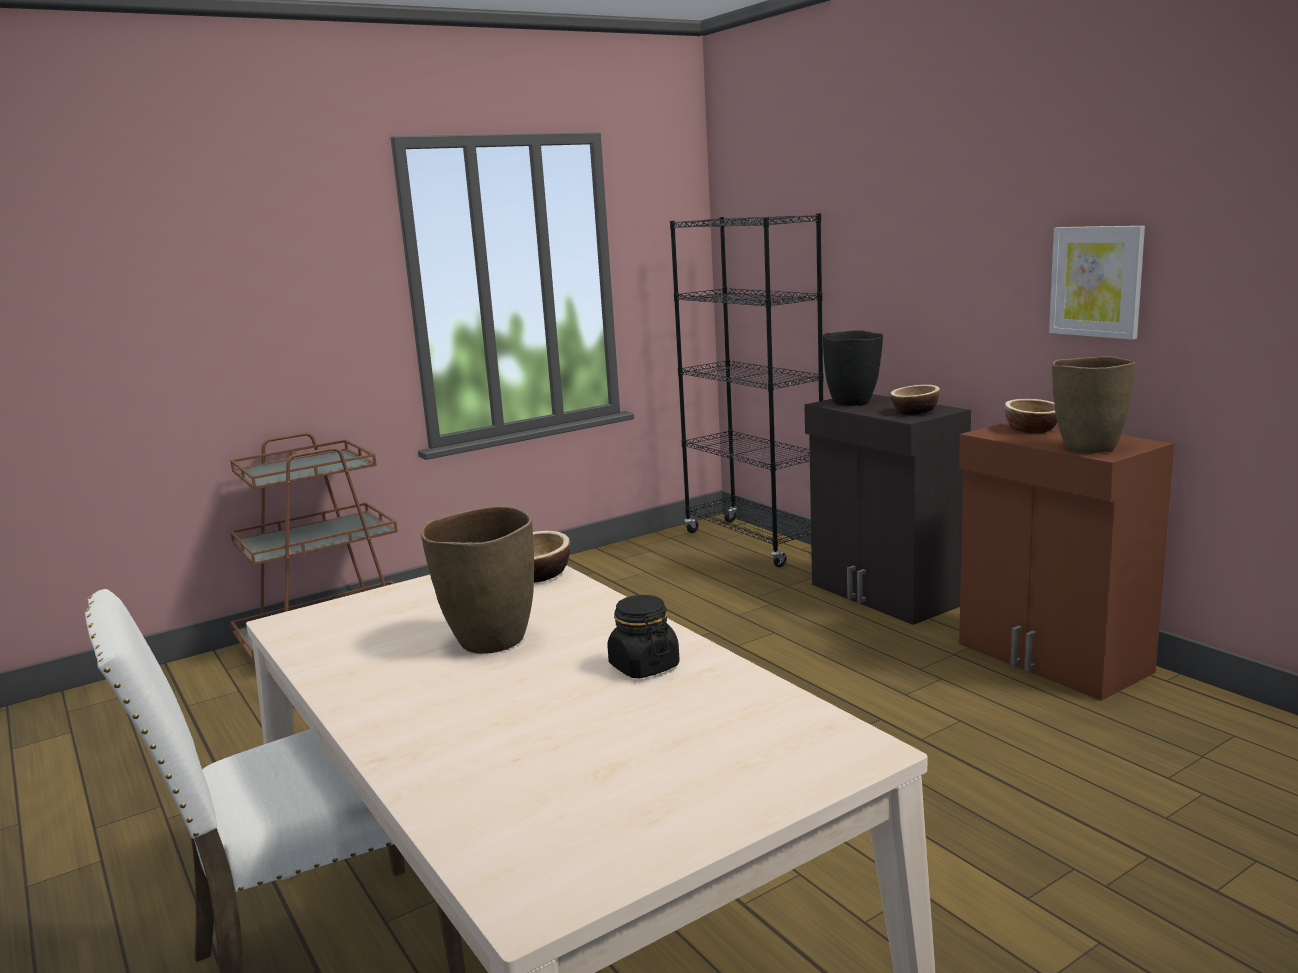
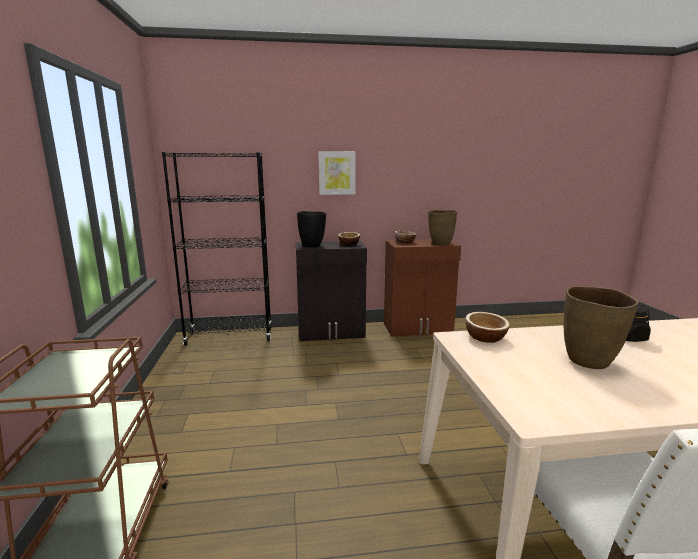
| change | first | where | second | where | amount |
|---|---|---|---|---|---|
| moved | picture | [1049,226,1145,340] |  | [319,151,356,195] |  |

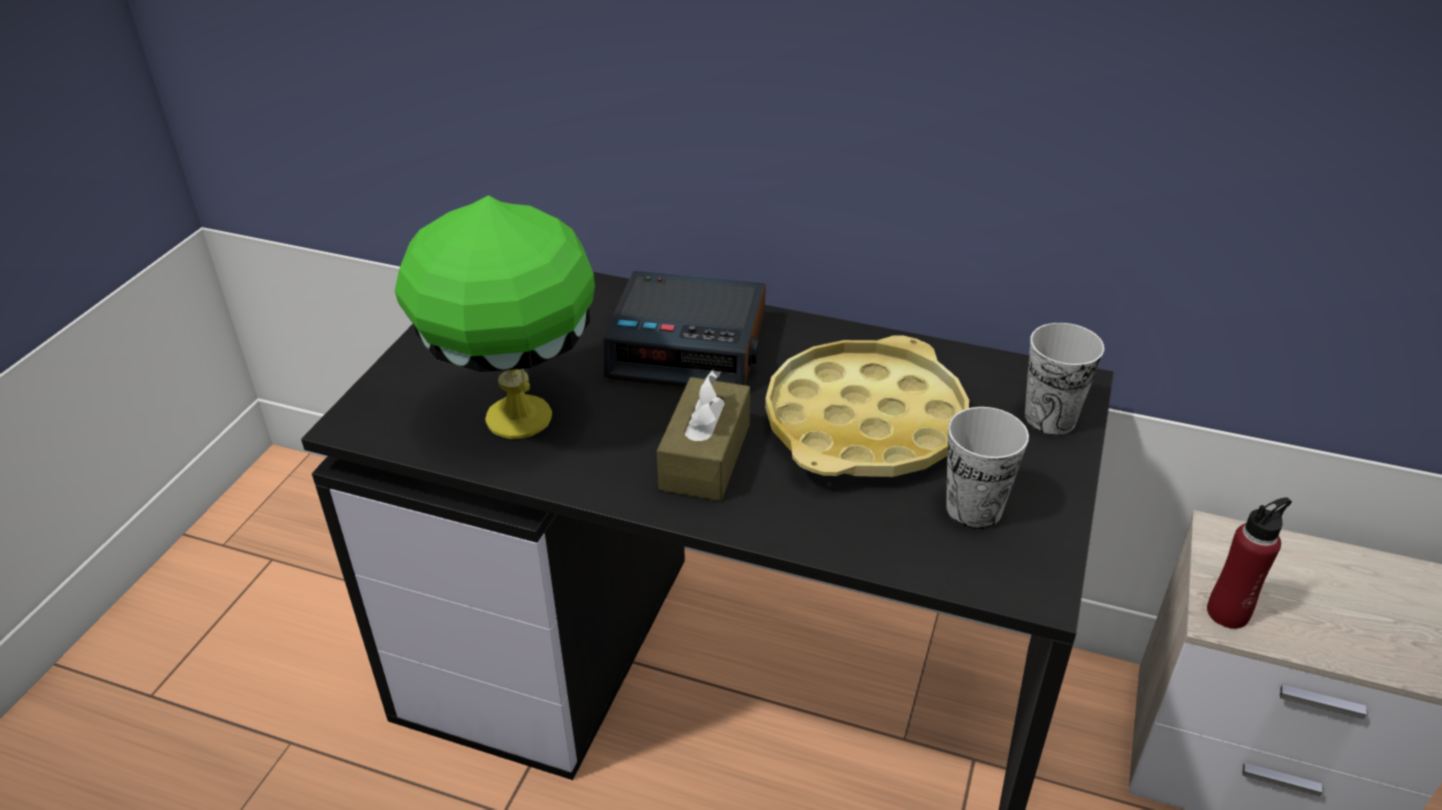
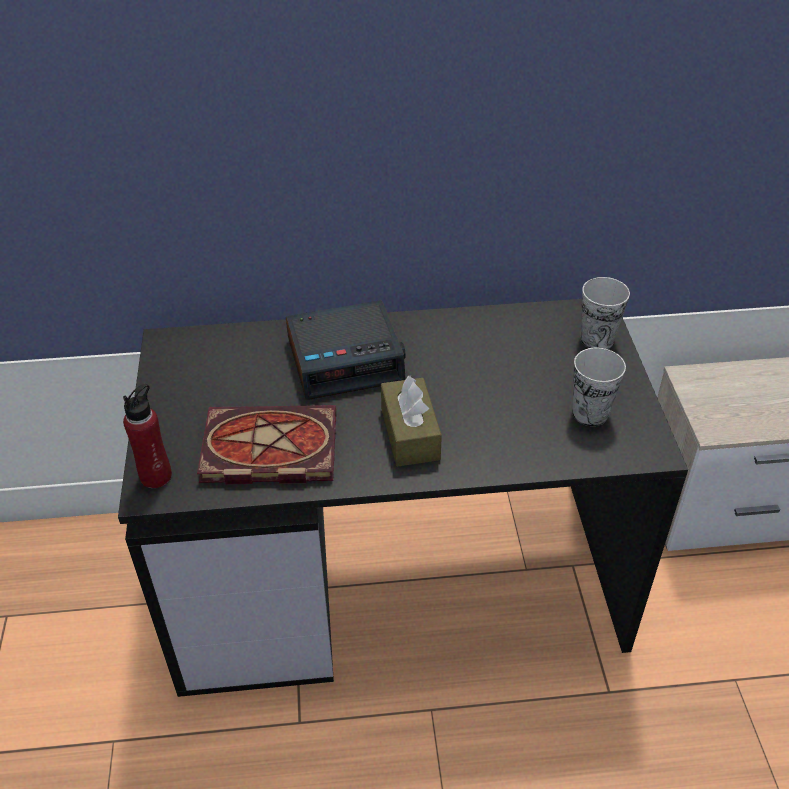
| change | first | where | second | where | amount |
|---|---|---|---|---|---|
| replaced | green table lamp | [395,195,595,439] | book | [197,405,336,484] |  |
| removed | yellow tray | [765,335,969,477] |  |  |  |
| moved | red bottle | [1207,497,1292,629] |  | [123,384,172,488] |  |

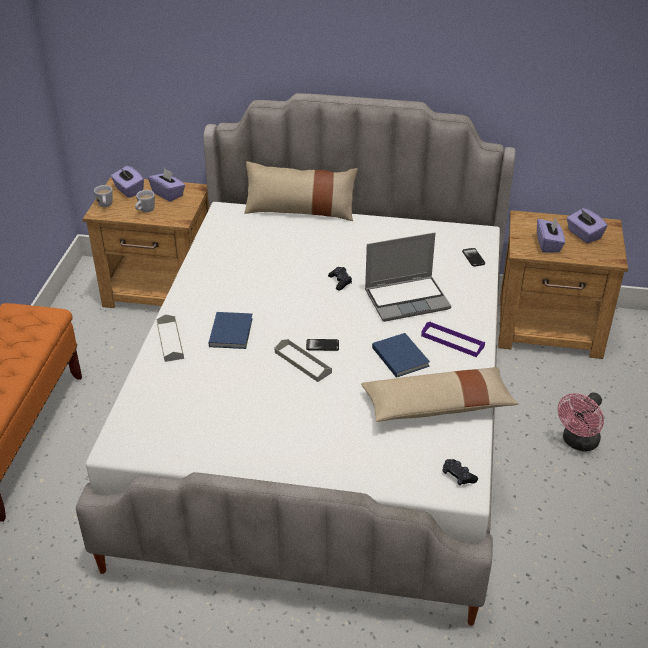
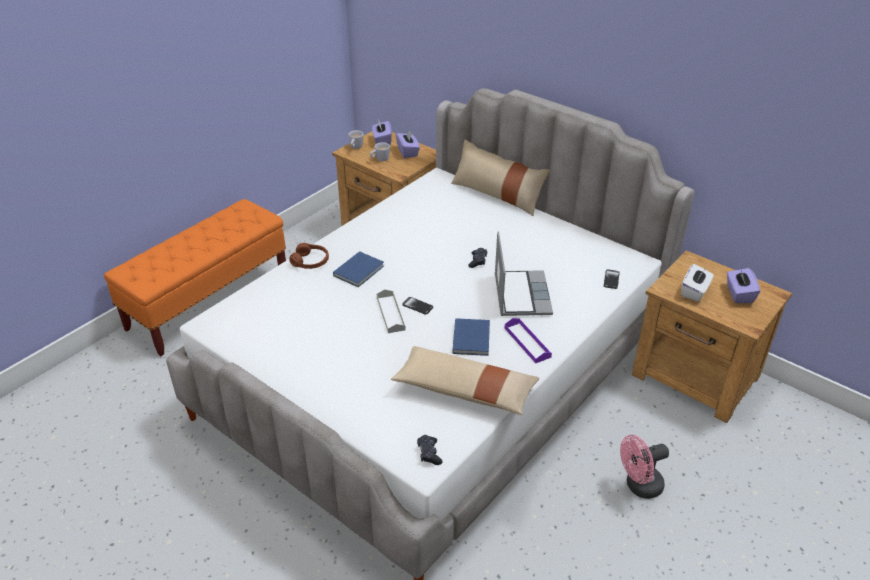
| change | first | where | second | where | amount |
|---|---|---|---|---|---|
| recoloured | purple tissue box | [537,218,565,253] | white tissue box | [681,264,714,302] |  |
| turned | laptop | [365,232,451,322] |  | [495,231,553,316] | 105 degrees counterclockwise |
| replaced | grey tray | [157,314,184,362] | brown headphones | [289,243,329,269] |  |

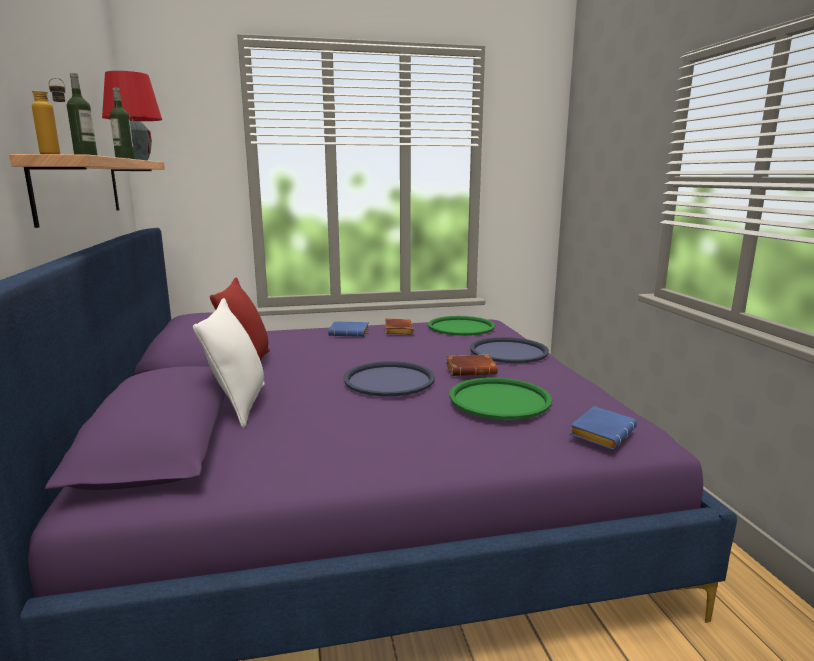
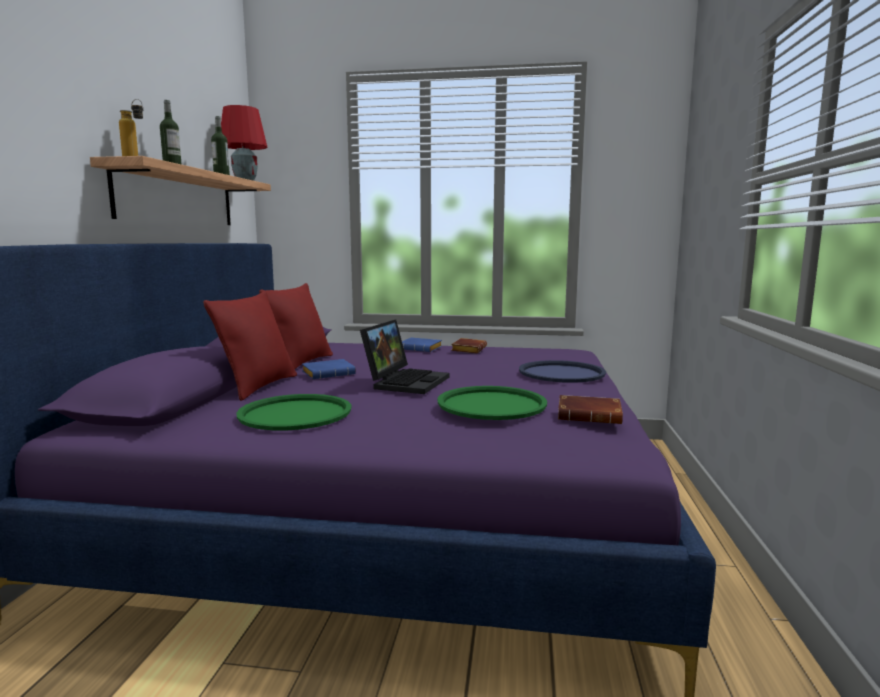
| change | first | where | second | where | amount |
|---|---|---|---|---|---|
| recoloured | white pillow | [193,298,265,428] | red pillow | [203,291,297,401] |  |
| moved | green tray | [428,316,495,336] |  | [236,394,351,430] |  |
| moved | brown book | [446,355,498,376] |  | [558,395,623,424] |  |
| replaced | blue tray | [343,361,435,397] | laptop | [360,320,450,394] |  |
| moved | blue book | [569,406,637,450] |  | [302,359,356,379] |  |

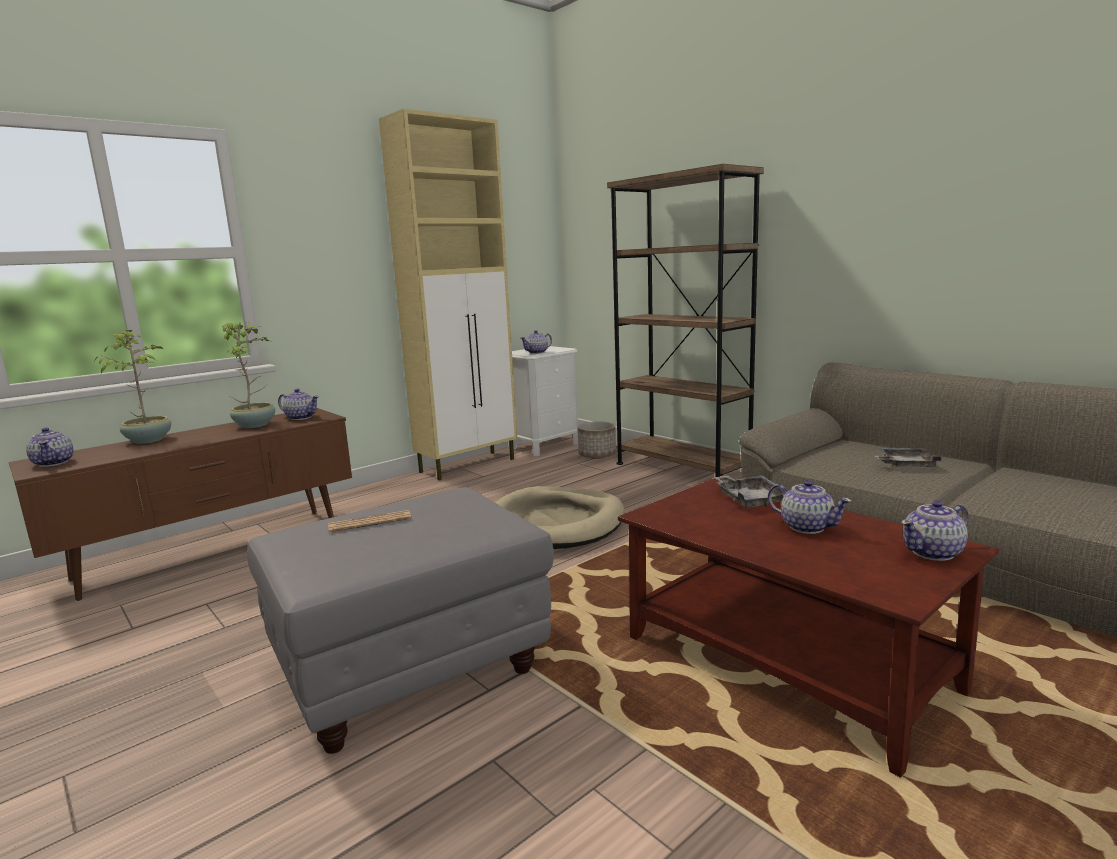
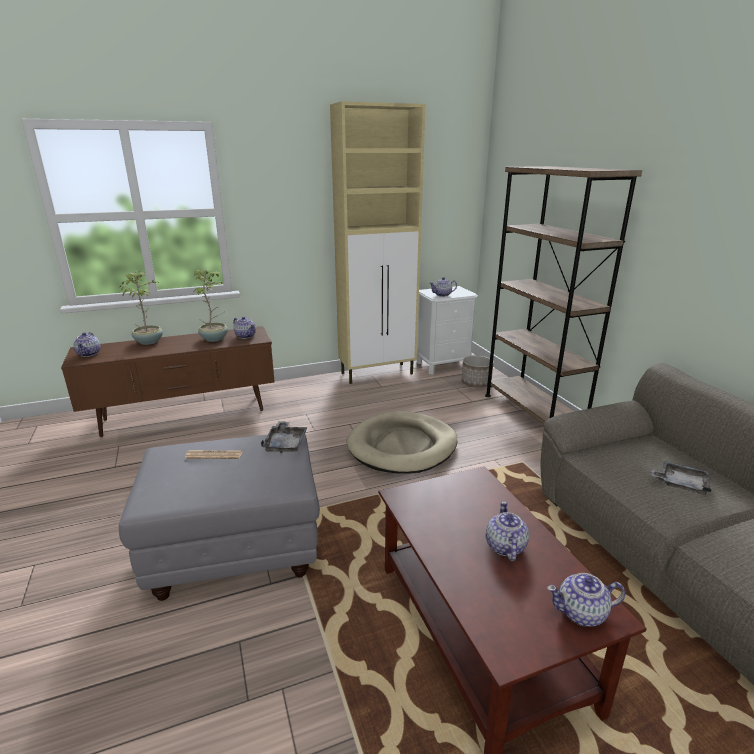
| change | first | where | second | where | amount |
|---|---|---|---|---|---|
| moved | grey tray | [714,475,783,508] |  | [261,421,308,453] |  |
| turned | teapot | [768,480,852,534] |  | [486,501,529,561] | 150 degrees counterclockwise |

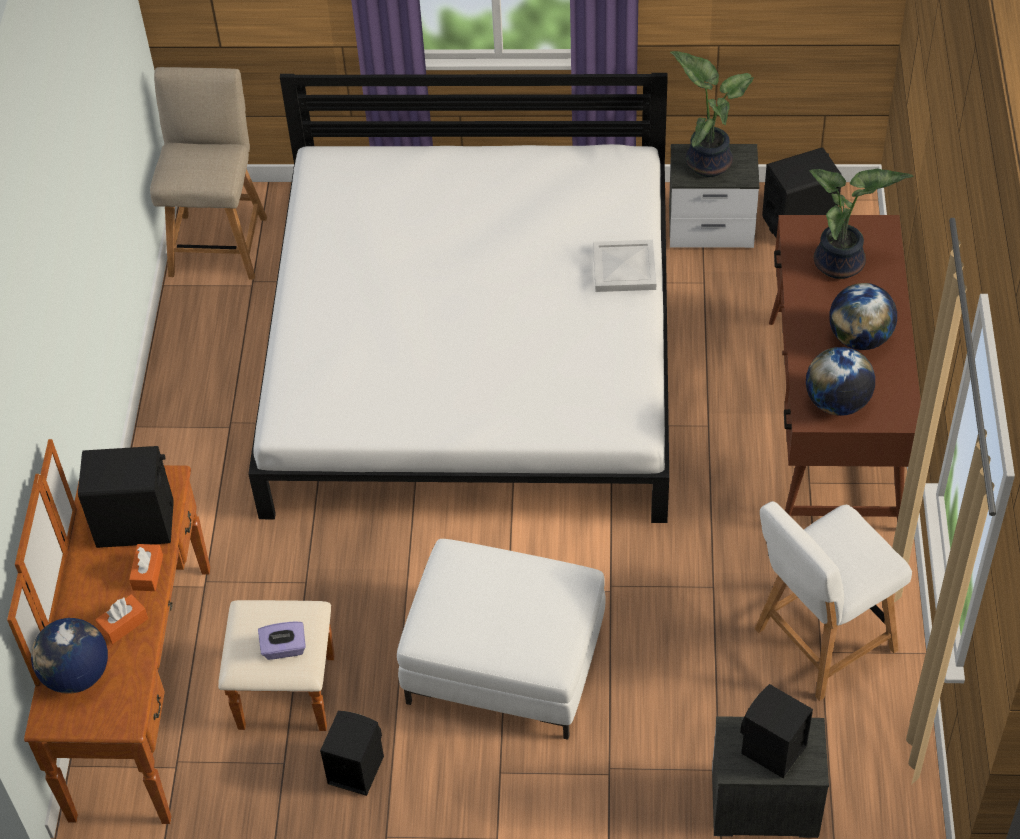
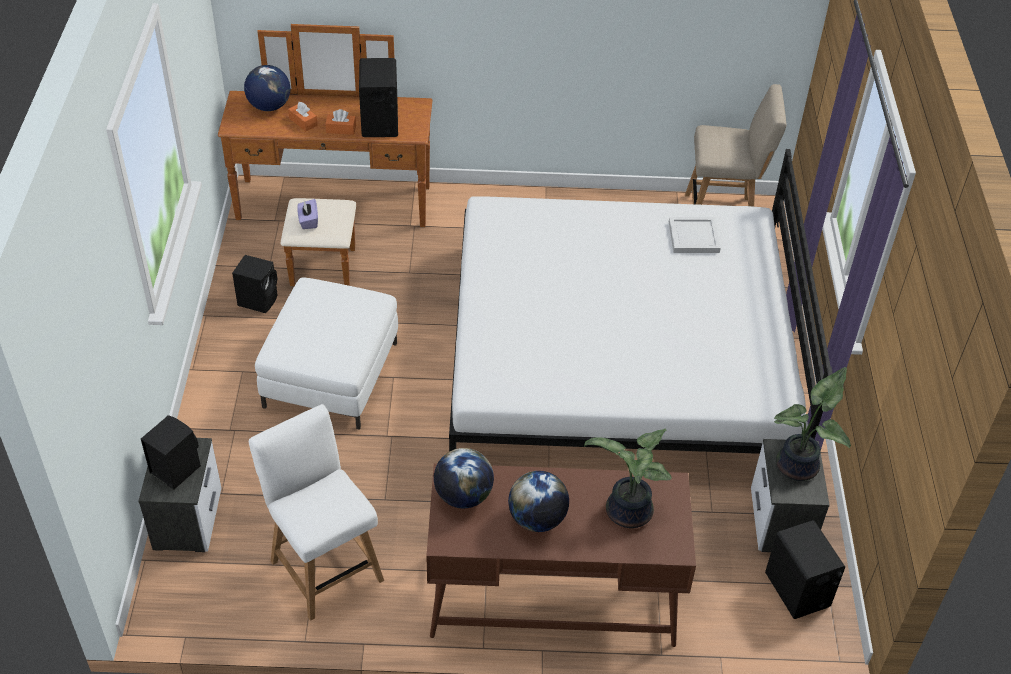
| change | first | where | second | where | amount |
|---|---|---|---|---|---|
| moved | white tray | [593,240,656,292] |  | [669,217,721,253] |  |

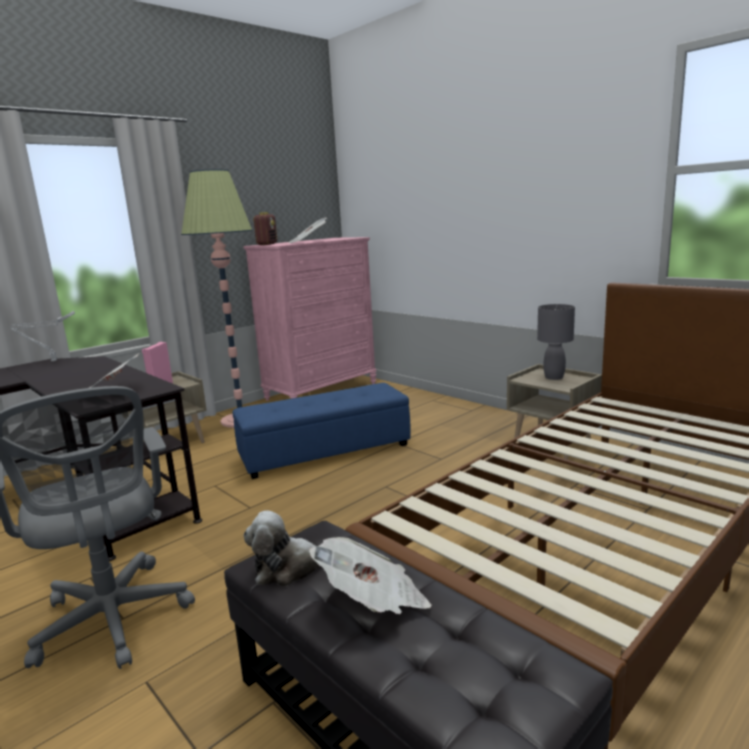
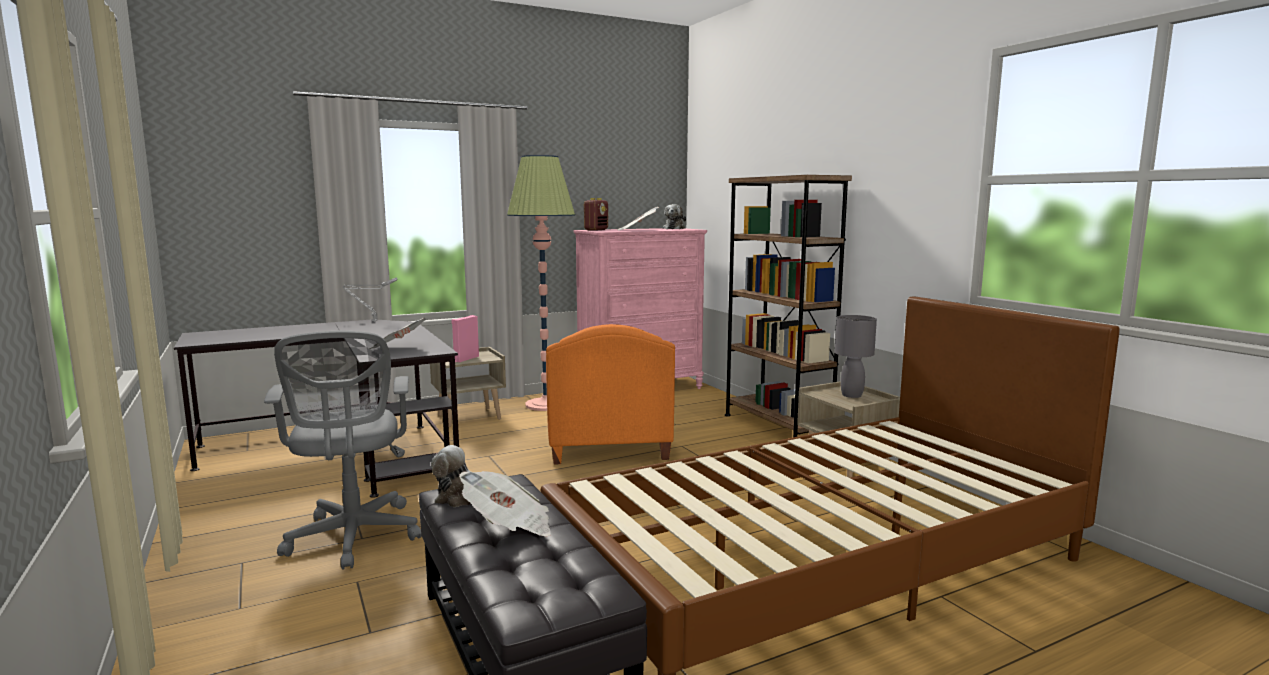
| change | first | where | second | where | amount |
|---|---|---|---|---|---|
| replaced | blue ottoman | [232,383,411,479] | orange armchair | [546,324,675,465] |  |
| added |  |  | brown bookcase | [725,175,852,437] |  |
| added |  |  | plush toy | [663,204,686,229] |  |

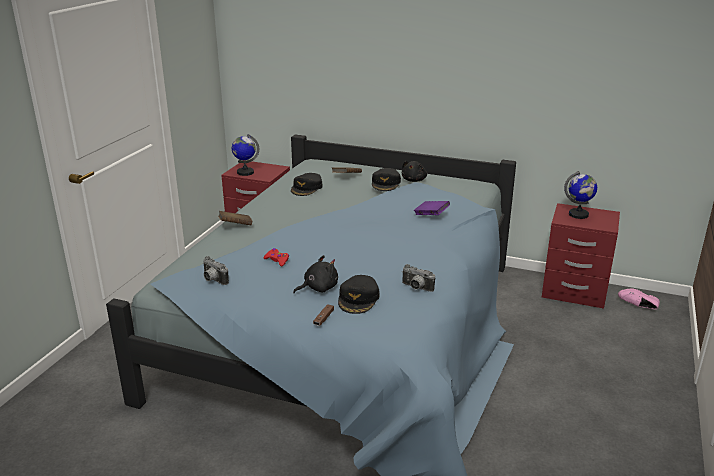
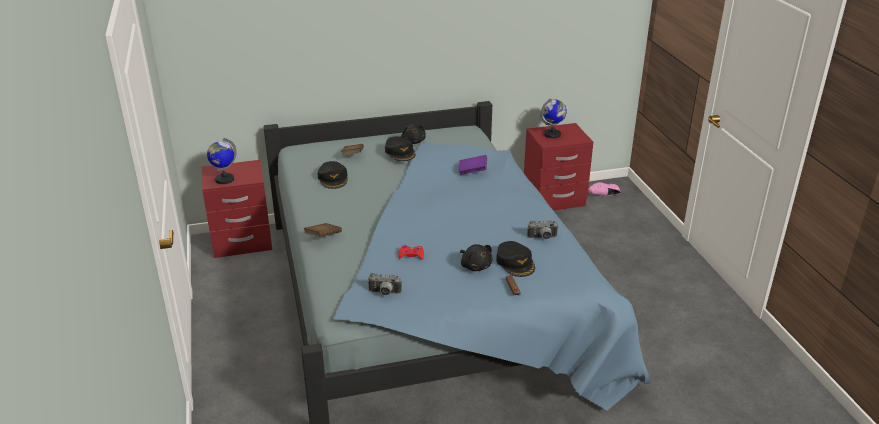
| change | first | where | second | where | amount |
|---|---|---|---|---|---|
| turned | black plush toy | [293,255,338,293] |  | [460,244,493,271] | 120 degrees clockwise |

